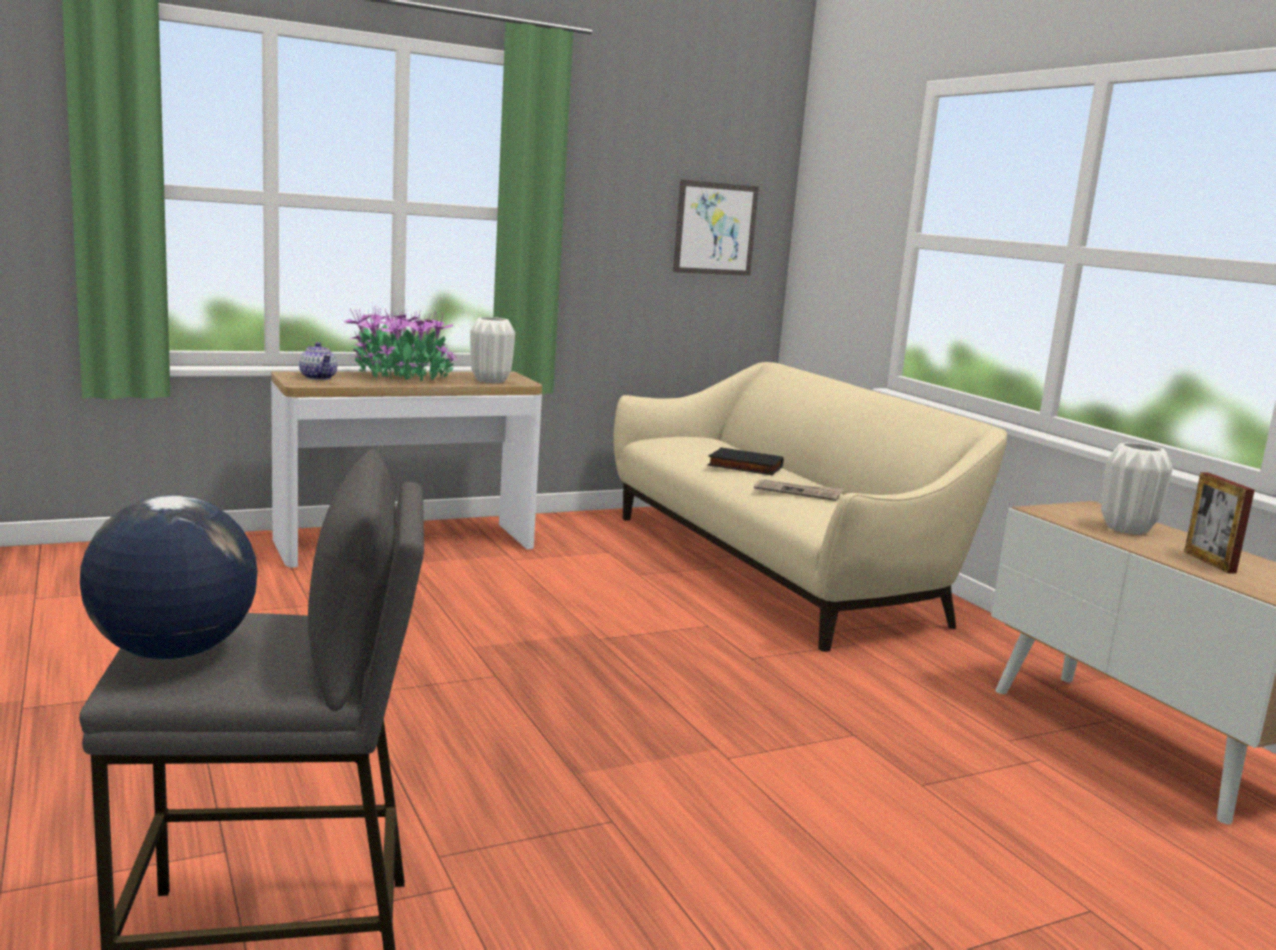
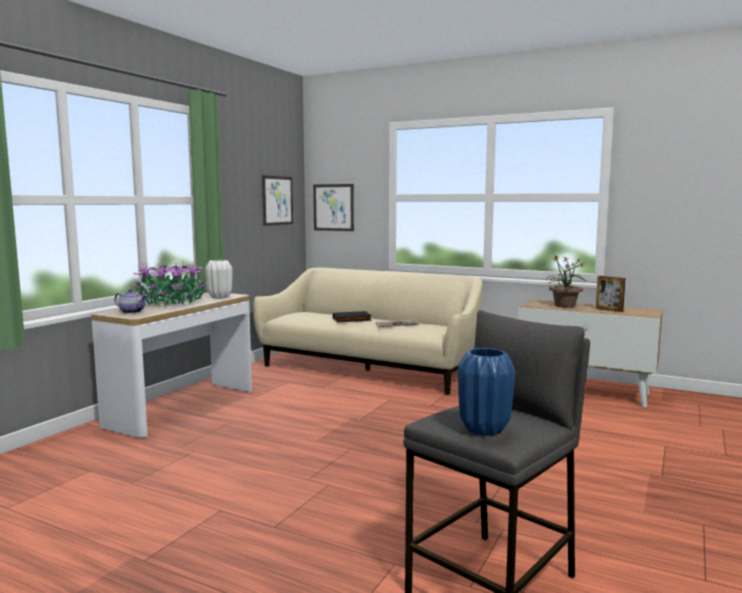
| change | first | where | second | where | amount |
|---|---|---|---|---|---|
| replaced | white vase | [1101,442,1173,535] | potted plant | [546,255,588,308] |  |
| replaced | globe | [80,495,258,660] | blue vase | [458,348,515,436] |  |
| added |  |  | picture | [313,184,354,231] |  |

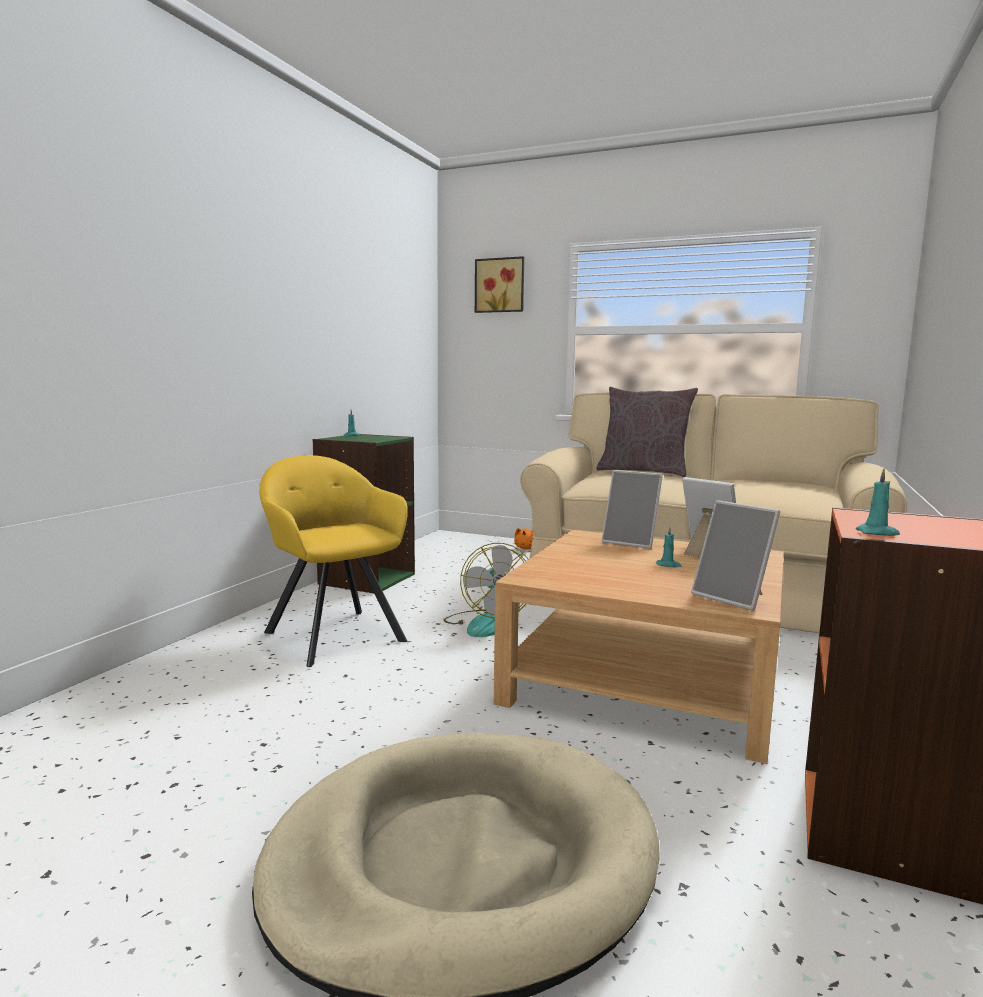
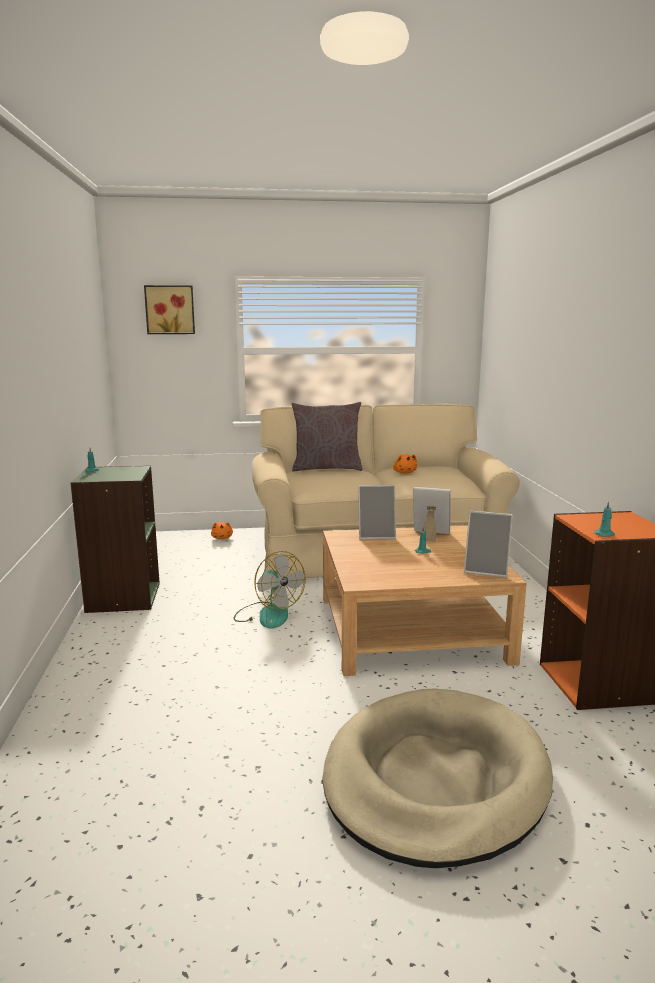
| change | first | where | second | where | amount |
|---|---|---|---|---|---|
| removed | yellow armchair | [259,455,408,667] |  |  |  |
| added |  |  | orange plush toy | [393,454,417,474] |  |

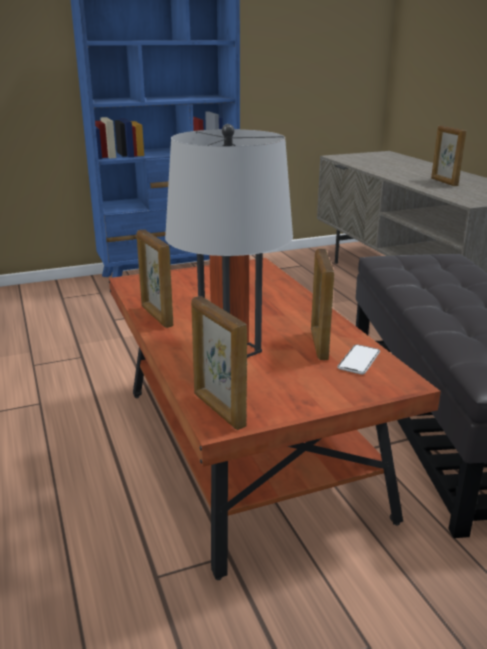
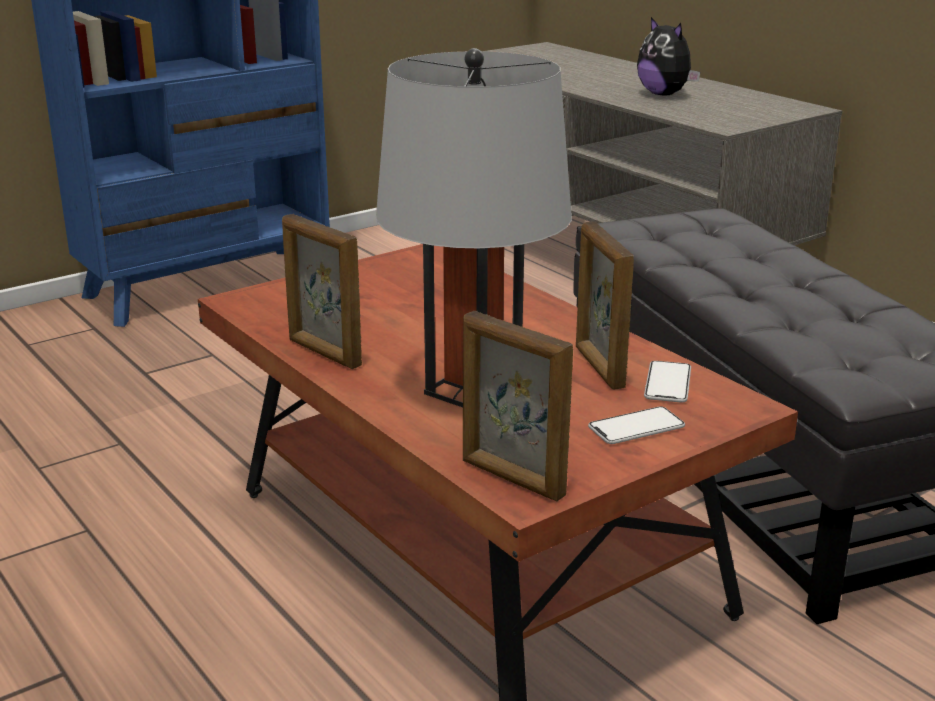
| change | first | where | second | where | amount |
|---|---|---|---|---|---|
| replaced | picture frame | [431,125,466,186] | plush toy | [637,17,700,95] |  |
| added |  |  | phone | [588,406,685,444] |  |

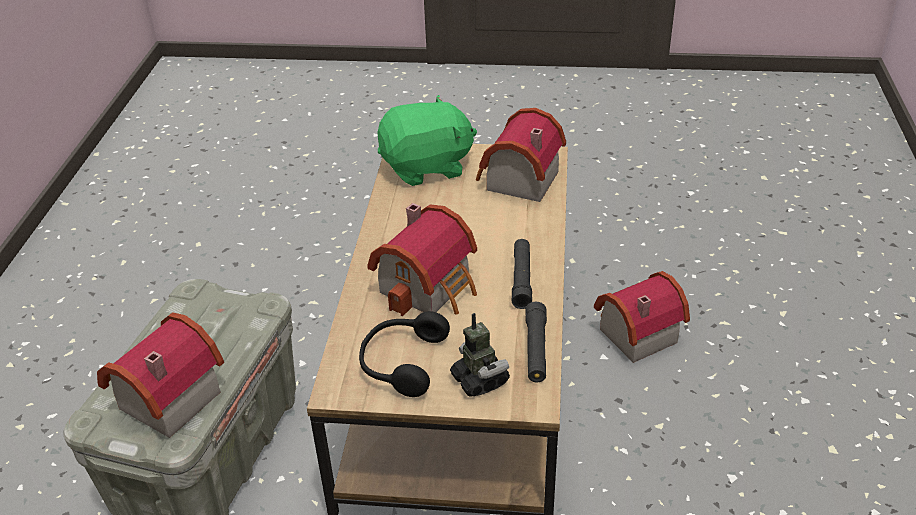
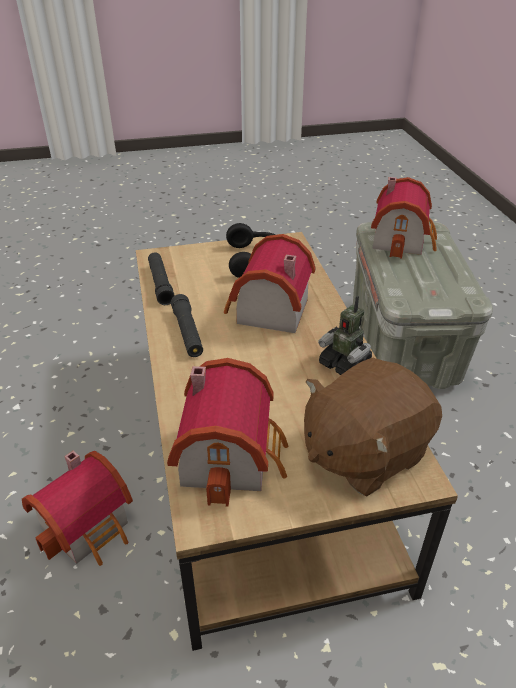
| change | first | where | second | where | amount |
|---|---|---|---|---|---|
| recoloured | green plush toy | [377,95,477,186] | brown plush toy | [304,357,442,497] |  |
| moved | toy robot | [450,313,510,396] |  | [318,296,372,375] |  |

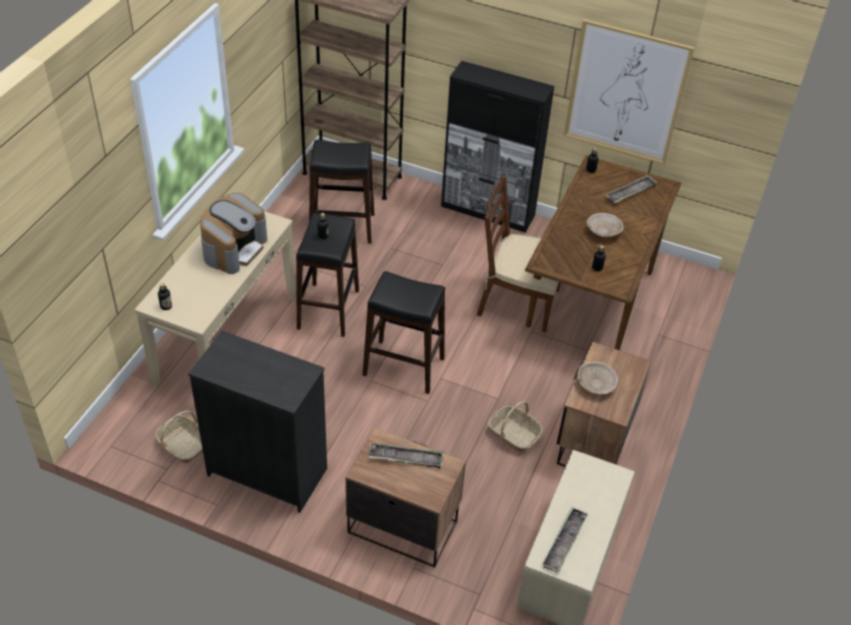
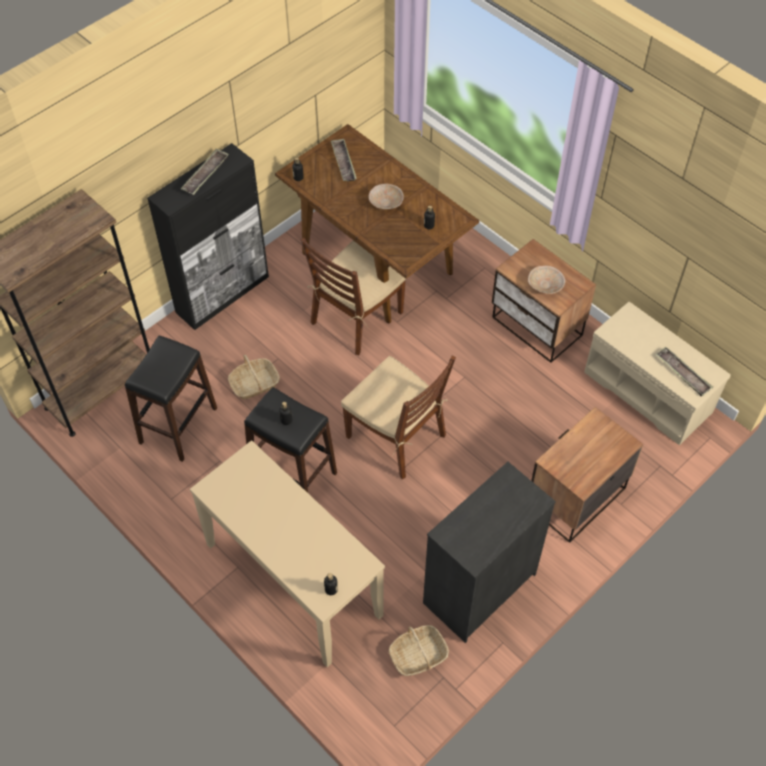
| change | first | where | second | where | amount |
|---|---|---|---|---|---|
| removed | picture | [564,19,694,164] |  |  |  |
| removed | coffee machine | [200,193,267,274] |  |  |  |
| replaced | black stool | [363,271,445,394] | brown chair | [341,356,456,479] |  |
| moved | basket | [488,401,543,452] |  | [228,355,280,399] |  |
| moved | tray | [368,443,444,468] |  | [181,148,229,195] |  |

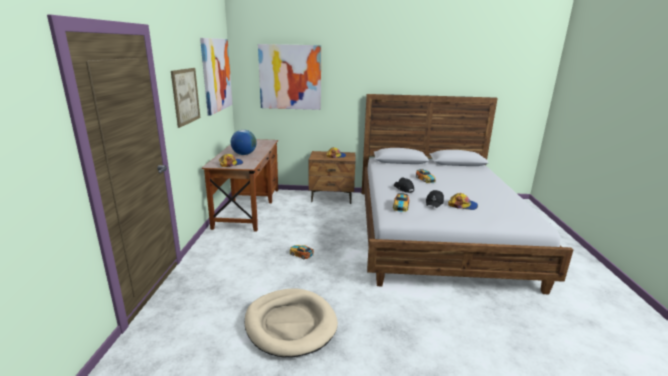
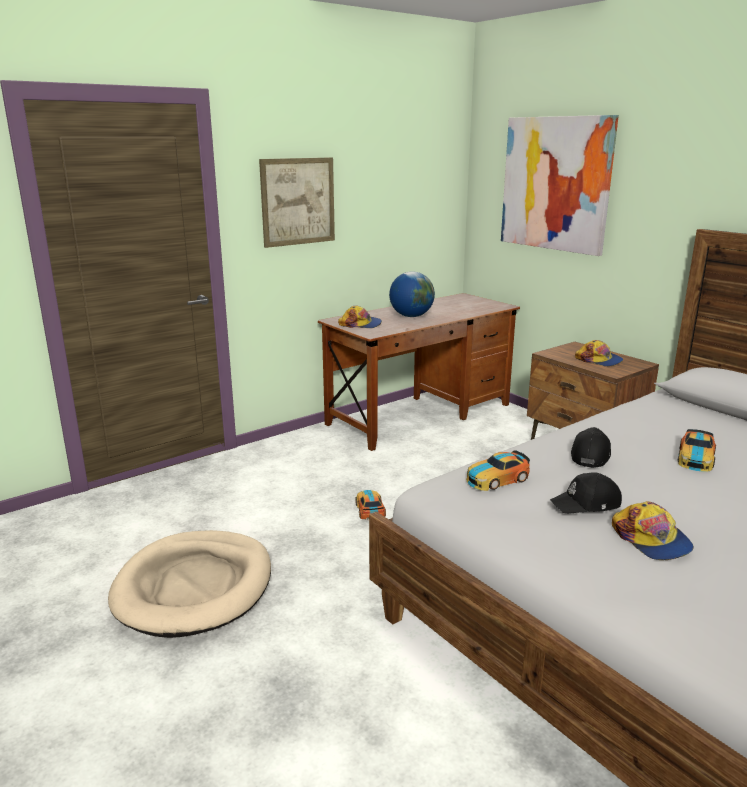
| change | first | where | second | where | amount |
|---|---|---|---|---|---|
| removed | picture | [200,38,233,116] |  |  |  |

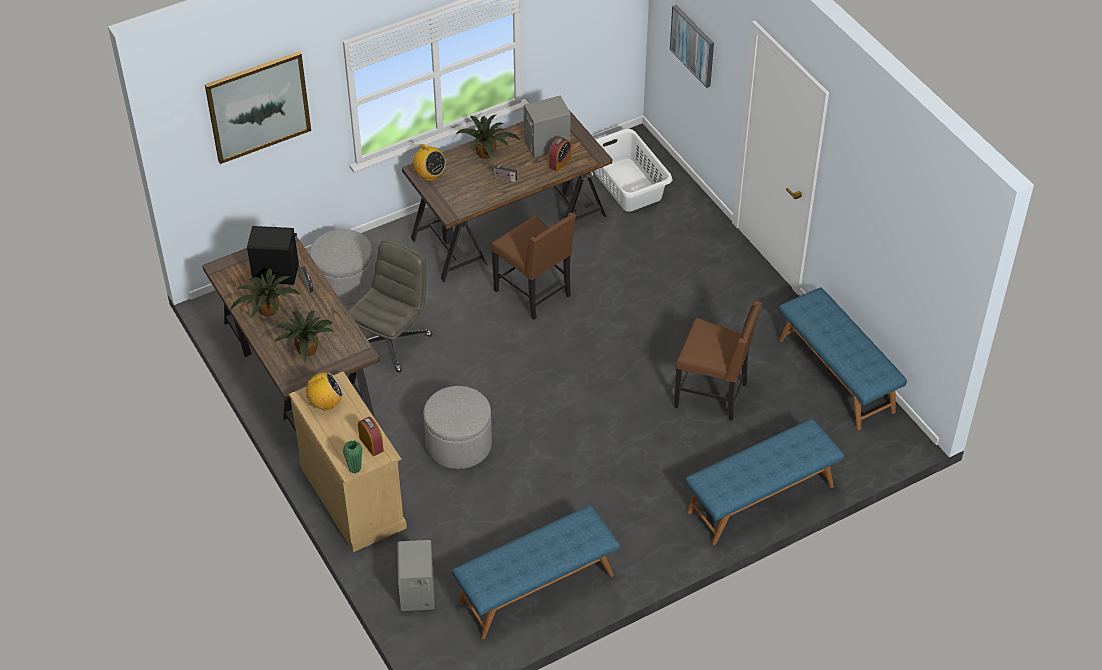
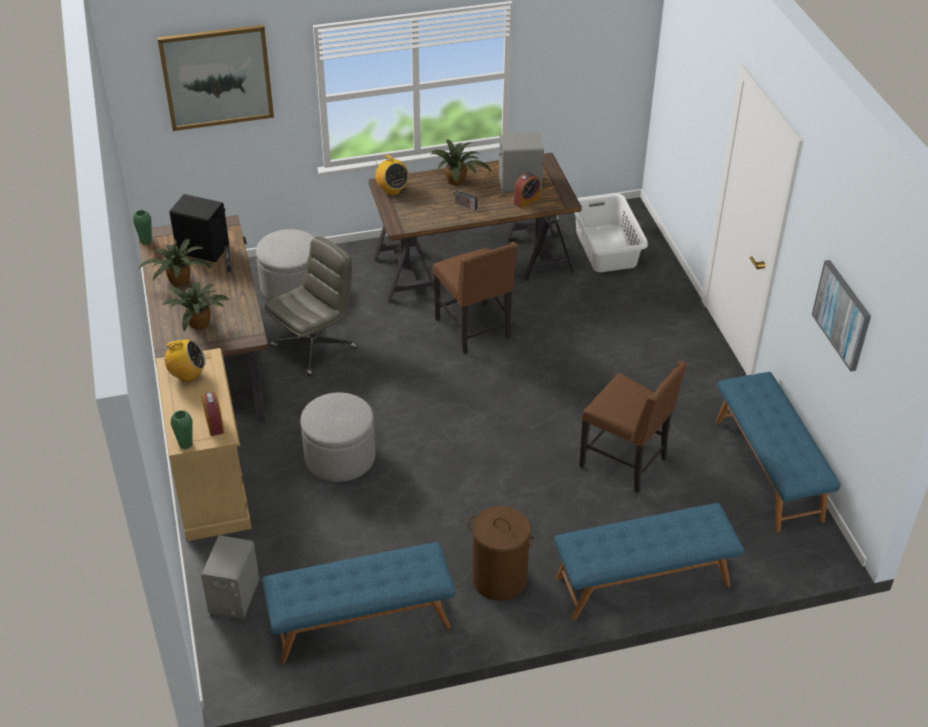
| change | first | where | second | where | amount |
|---|---|---|---|---|---|
| moved | picture | [670,5,714,88] |  | [812,260,871,372] |  |
| added |  |  | green vase | [133,210,152,245] |  |
| added |  |  | brown laundry basket | [468,506,535,601] |  |

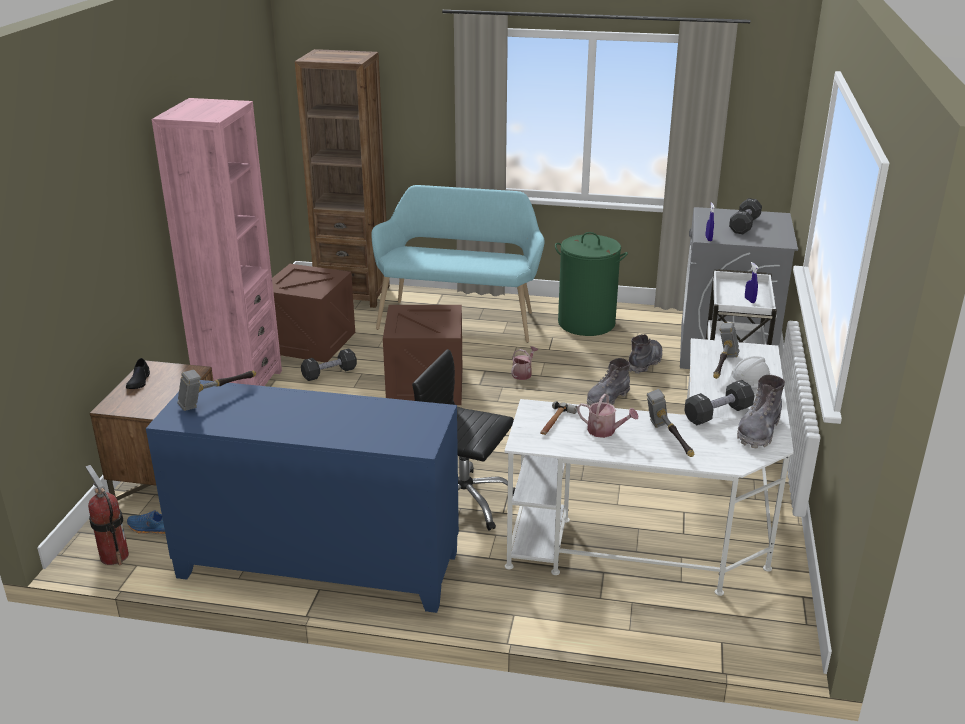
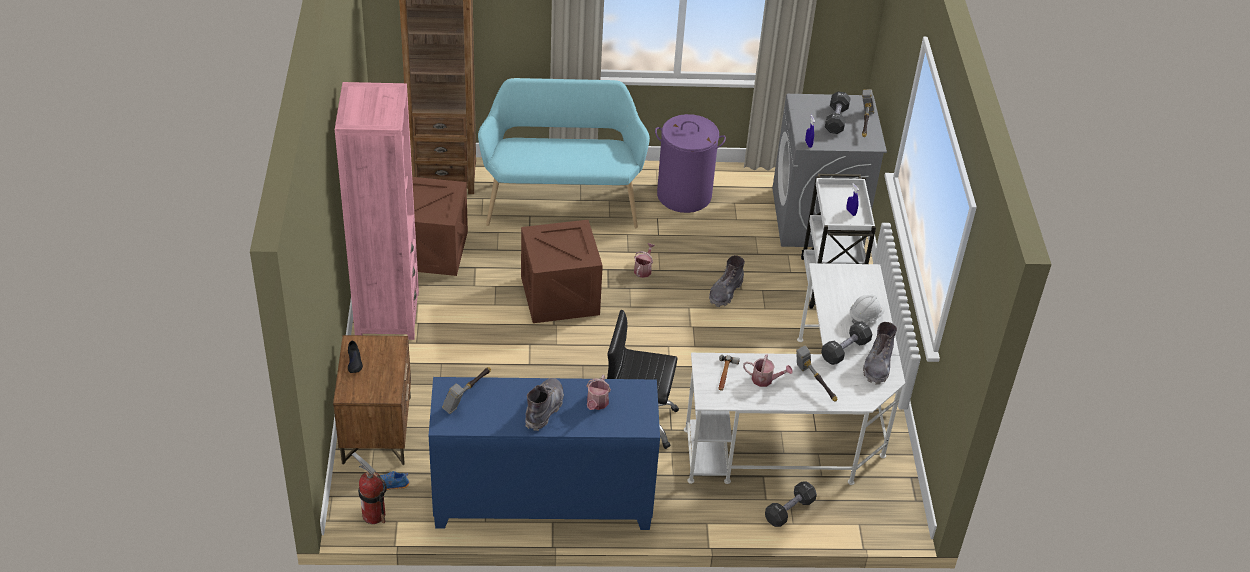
| change | first | where | second | where | amount |
|---|---|---|---|---|---|
| recoloured | green laundry basket | [555,232,628,336] | purple laundry basket | [655,114,726,213] |  |
| moved | hammer | [713,322,740,379] |  | [862,89,875,137] |  |
| moved | grey boot | [629,334,663,374] |  | [525,378,564,431] |  |
| moved | black dumbbell | [301,348,357,381] |  | [765,481,817,527] |  |
| added |  |  | watering can | [587,375,611,410] |  |

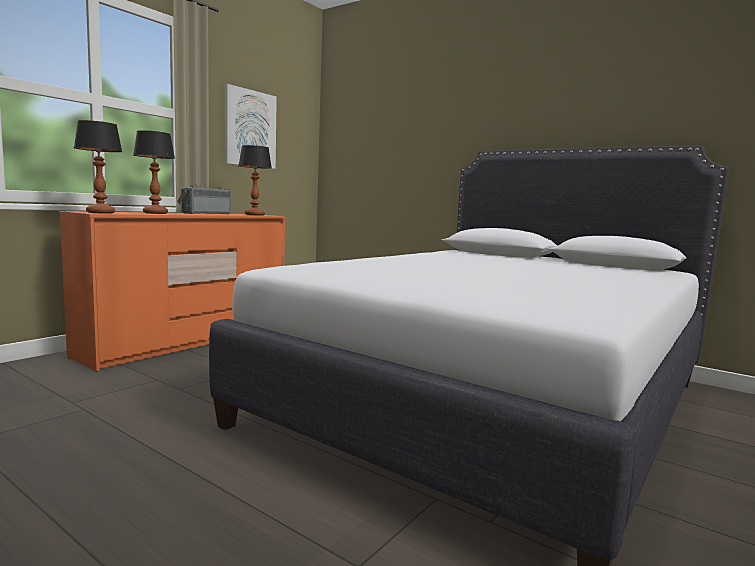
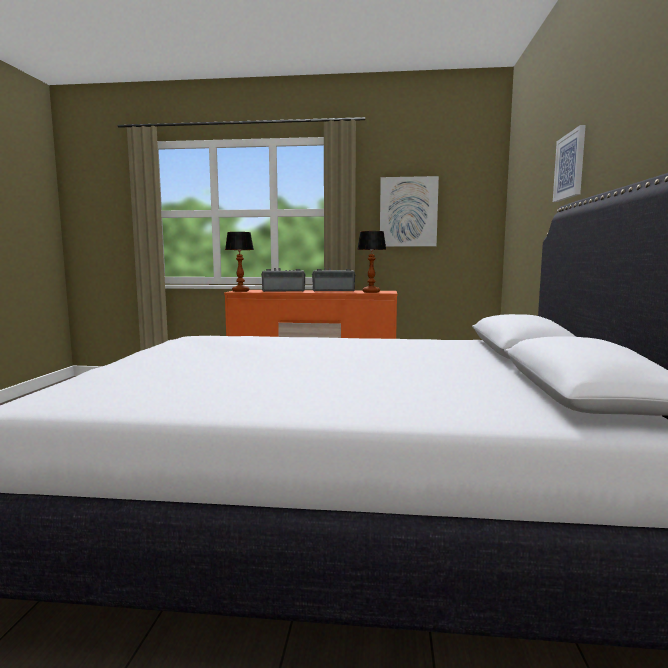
| change | first | where | second | where | amount |
|---|---|---|---|---|---|
| replaced | table lamp | [133,130,175,214] | radio | [261,268,306,292] |  |
| added |  |  | picture | [553,125,586,202] |  |

